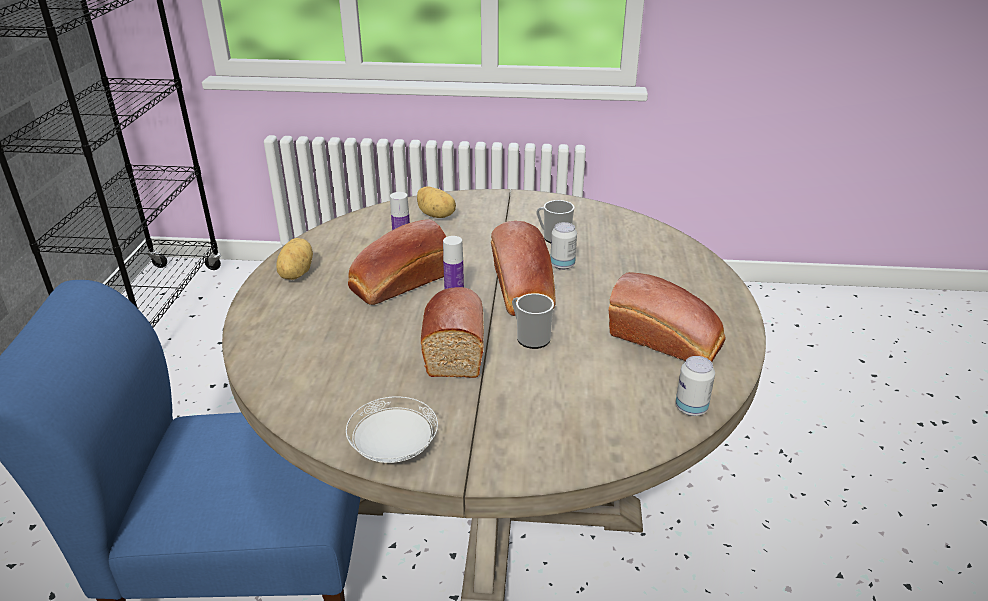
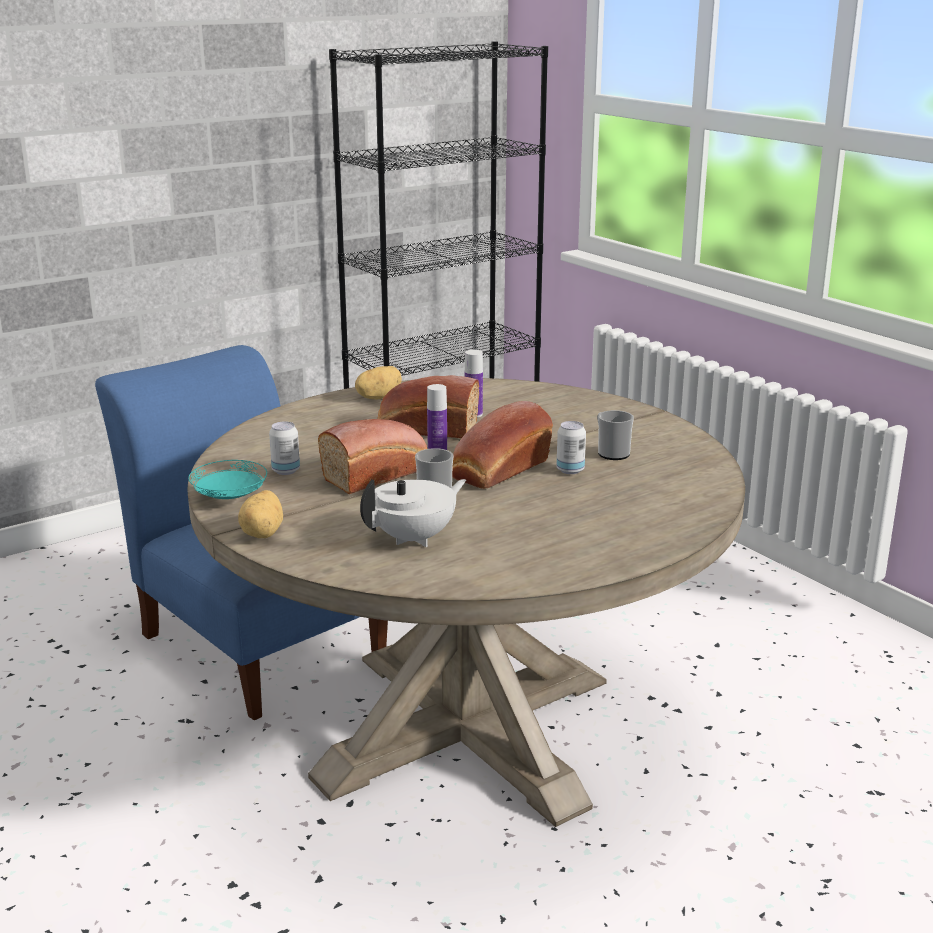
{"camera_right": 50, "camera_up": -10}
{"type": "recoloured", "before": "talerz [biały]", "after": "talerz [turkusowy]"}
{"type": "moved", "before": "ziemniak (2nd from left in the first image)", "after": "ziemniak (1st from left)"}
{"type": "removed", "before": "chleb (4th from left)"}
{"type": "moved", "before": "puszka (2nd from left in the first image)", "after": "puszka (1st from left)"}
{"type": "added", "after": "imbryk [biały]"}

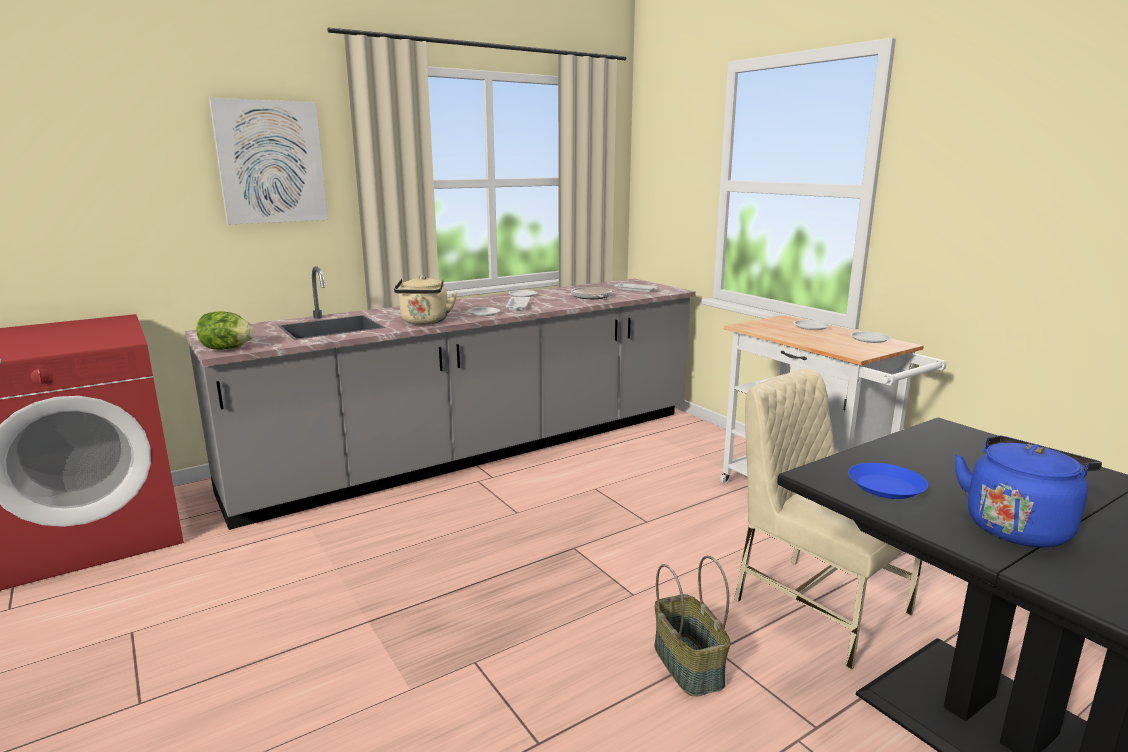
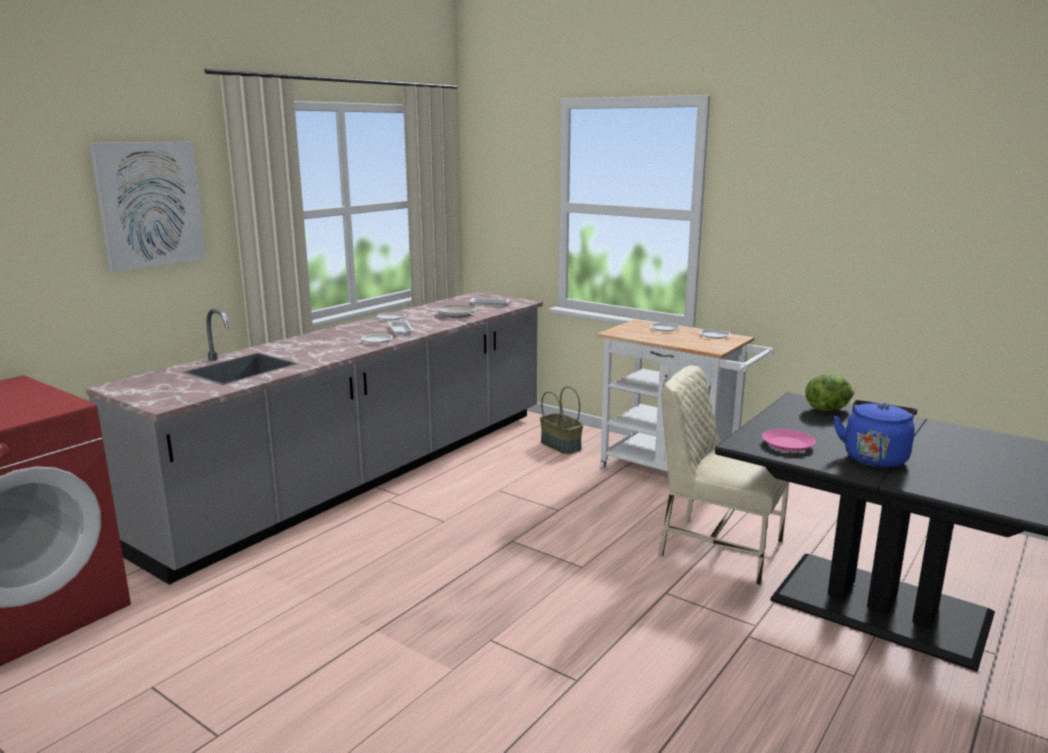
{"camera_right": -20, "camera_up": 0}
{"type": "moved", "before": "sałata"}
{"type": "removed", "before": "czajnik [beżowy]"}
{"type": "moved", "before": "koszyk"}
{"type": "recoloured", "before": "talerz [niebieski]", "after": "talerz [różowy]"}

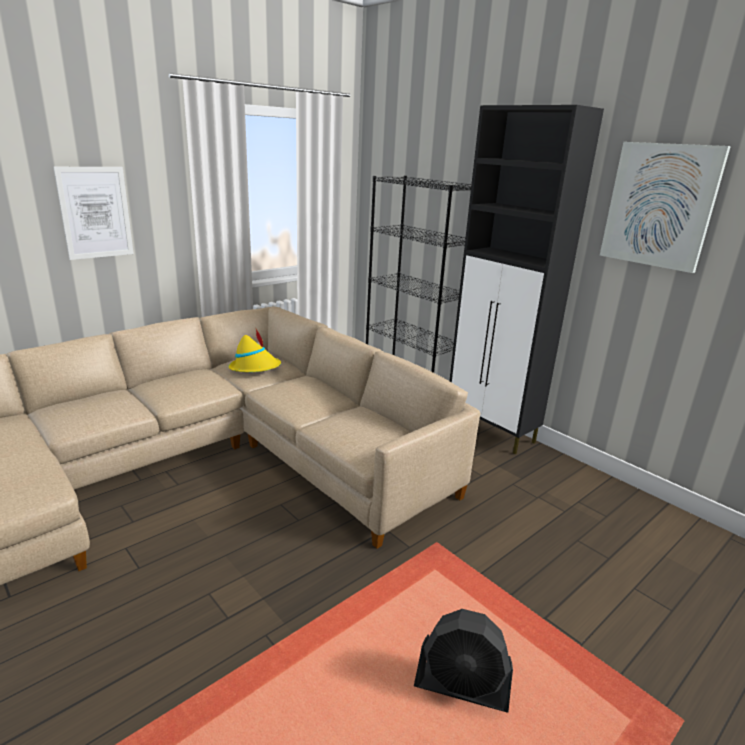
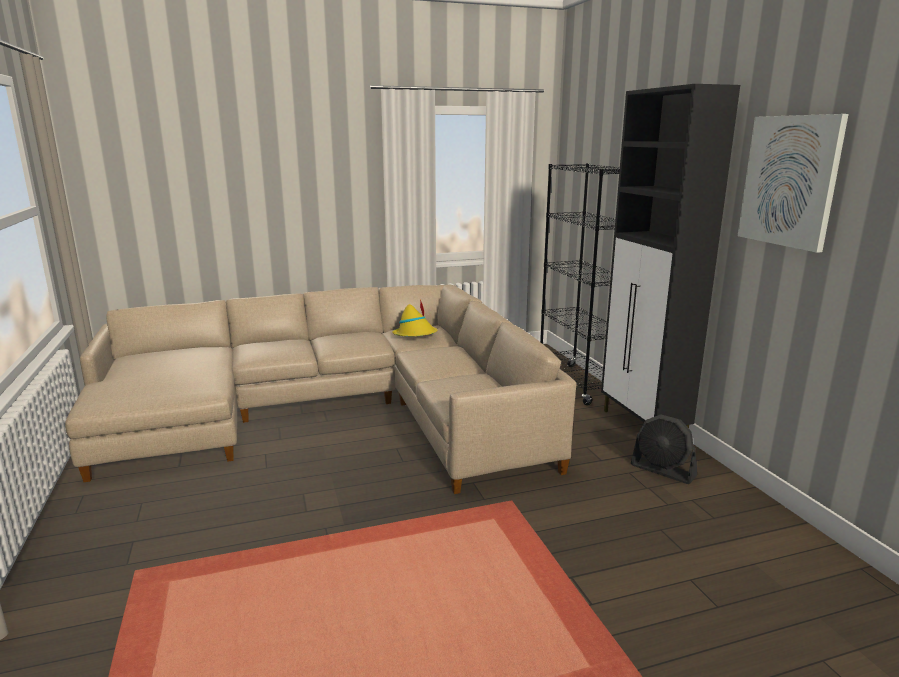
{"camera_right": 25, "camera_up": -5}
{"type": "removed", "before": "obraz (1st from left)"}
{"type": "moved", "before": "wentylator [czarny]"}

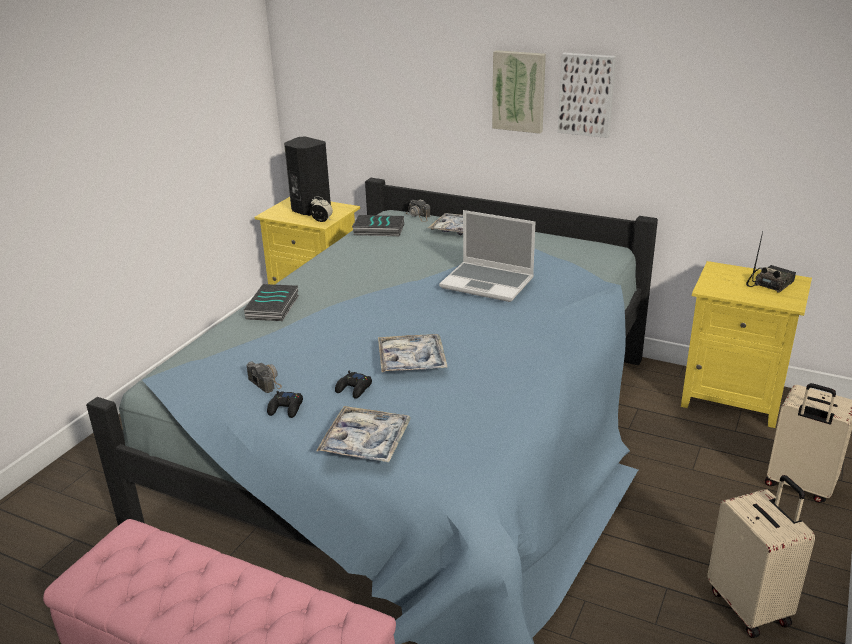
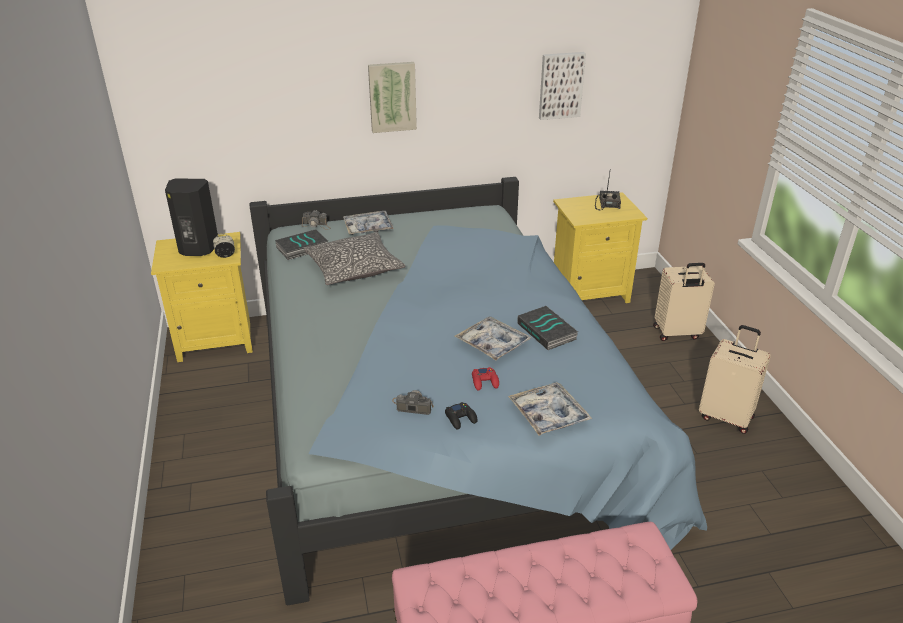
{"camera_right": -40, "camera_up": 5}
{"type": "moved", "before": "książka (1st from left in the first image)", "after": "książka (2nd from left)"}
{"type": "recoloured", "before": "pad do gier [czarny] (2nd from left)", "after": "pad do gier [czerwony]"}
{"type": "removed", "before": "laptop"}
{"type": "moved", "before": "obraz (2nd from left)"}
{"type": "added", "after": "poduszka"}

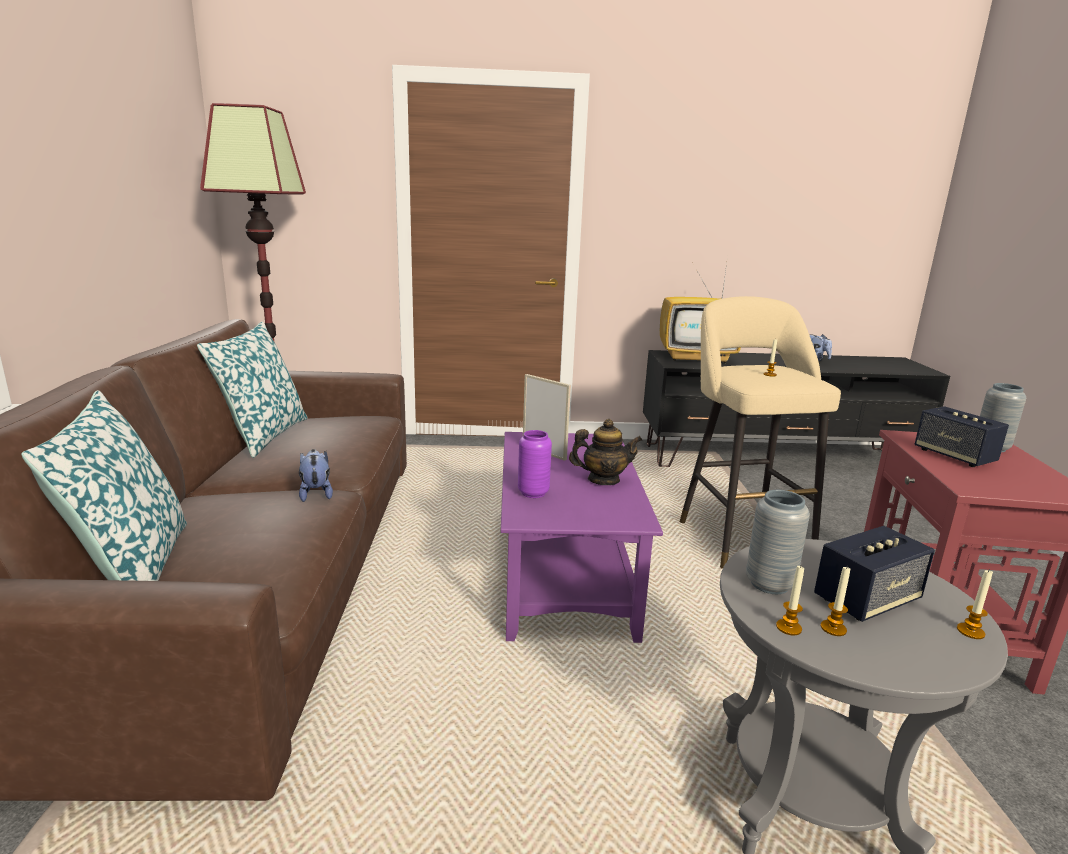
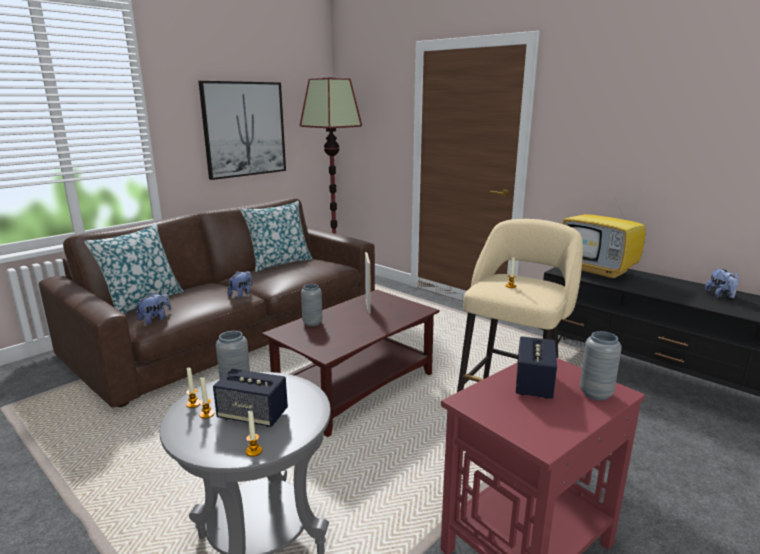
{"camera_right": 45, "camera_up": 0}
{"type": "recoloured", "before": "ława [fioletowy]", "after": "ława [brązowy]"}
{"type": "recoloured", "before": "wazon [fioletowy]", "after": "wazon [szary] (2nd from left)"}
{"type": "removed", "before": "imbryk"}
{"type": "added", "after": "pluszak (1st from left)"}
{"type": "added", "after": "obraz"}

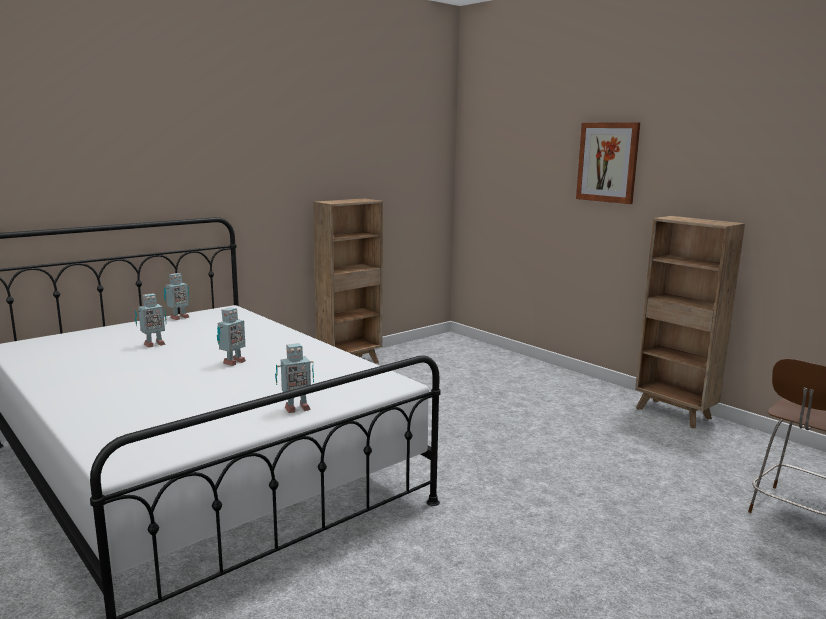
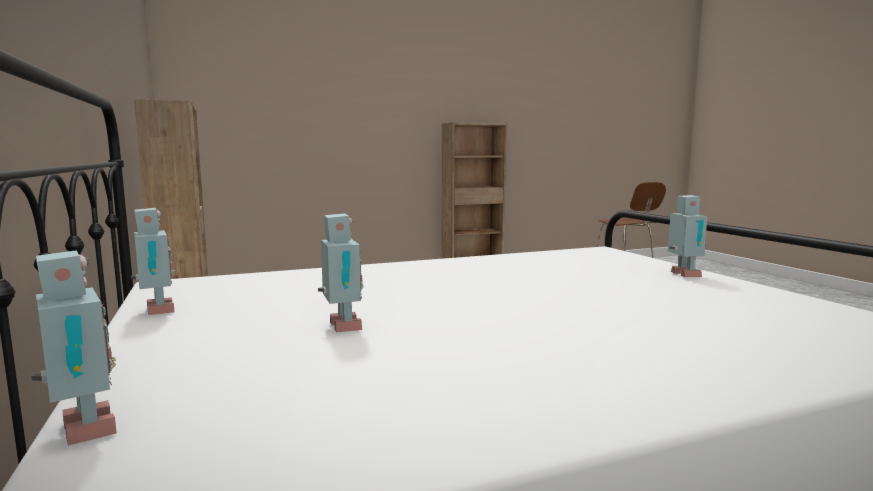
{"camera_right": -70, "camera_up": -5}
{"type": "moved", "before": "robot zabawkowy (3rd from left in the first image)", "after": "robot zabawkowy (1st from left)"}
{"type": "removed", "before": "obraz"}

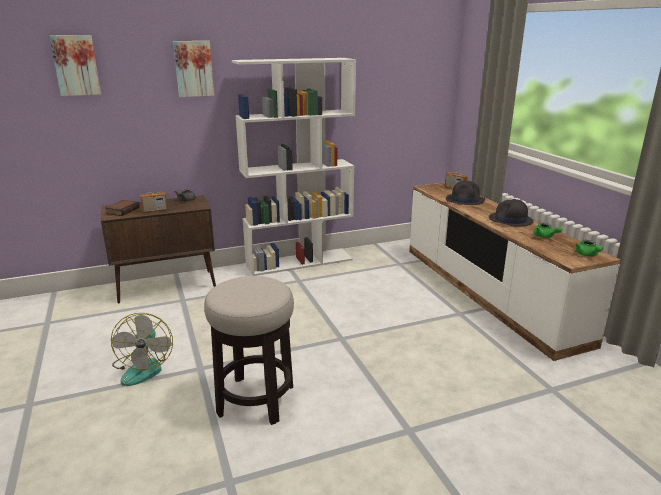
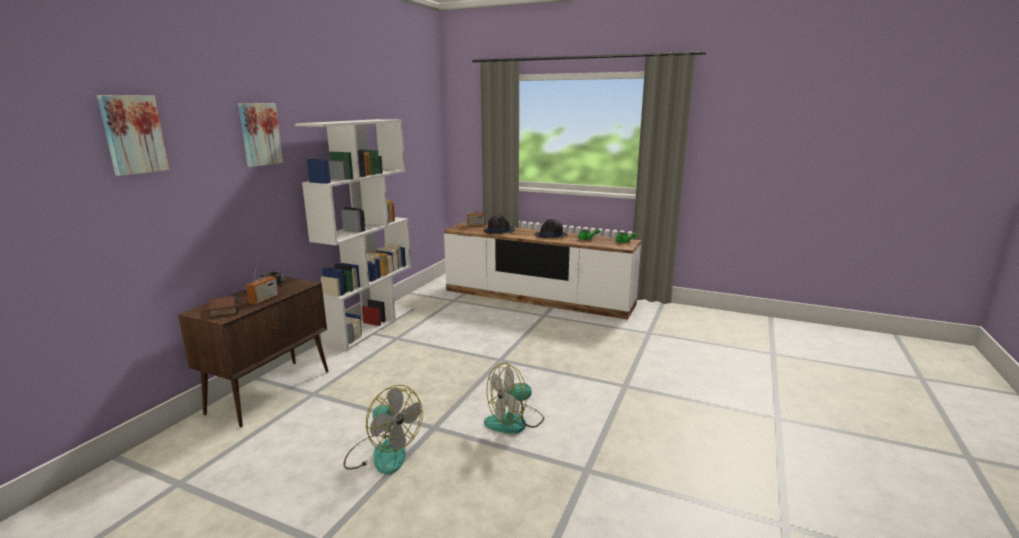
{"camera_right": -45, "camera_up": -5}
{"type": "replaced", "before": "stołek", "after": "wentylator (2nd from left)"}

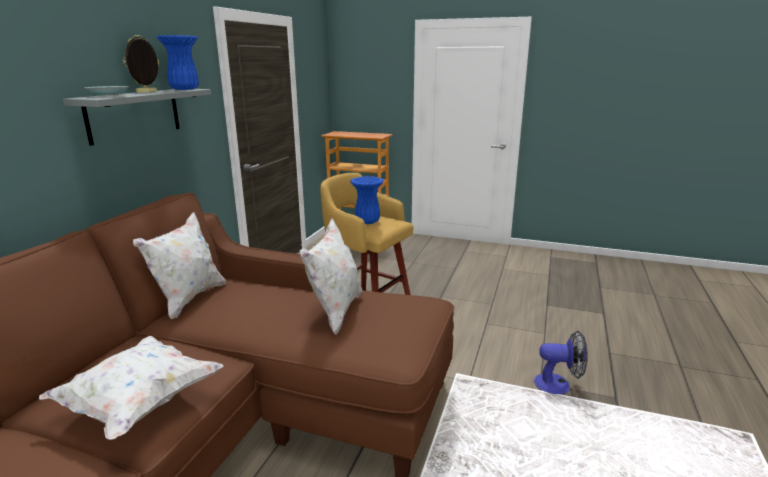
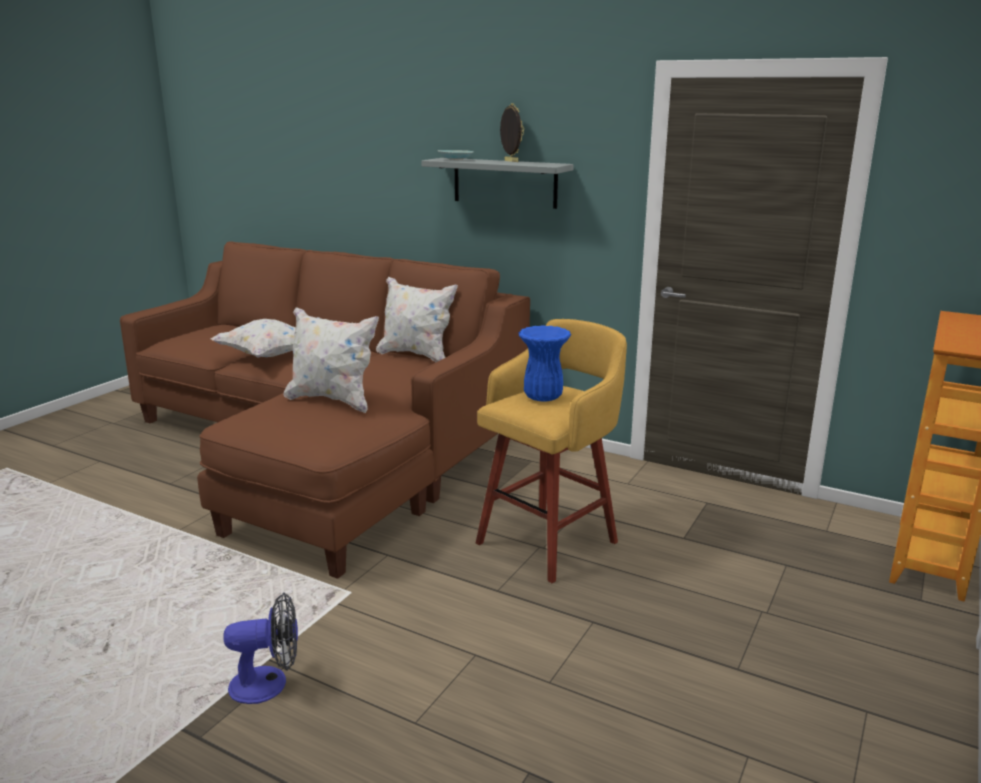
{"camera_right": 100, "camera_up": 0}
{"type": "removed", "before": "wazon [niebieski] (1st from left)"}
{"type": "turned", "before": "wentylator", "turn": -120}

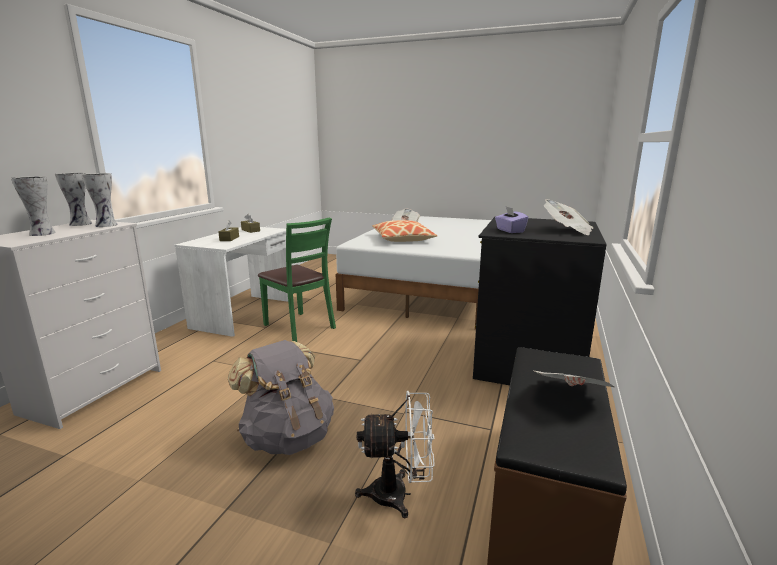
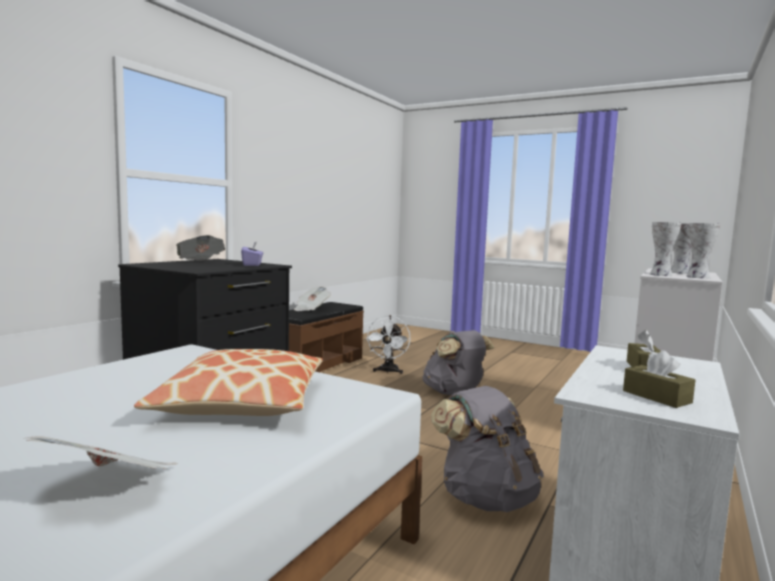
{"camera_right": -170, "camera_up": -10}
{"type": "replaced", "before": "krzesło [zielony]", "after": "plecak [szary] (2nd from left)"}
{"type": "turned", "before": "wentylator [biały]", "turn": -90}

